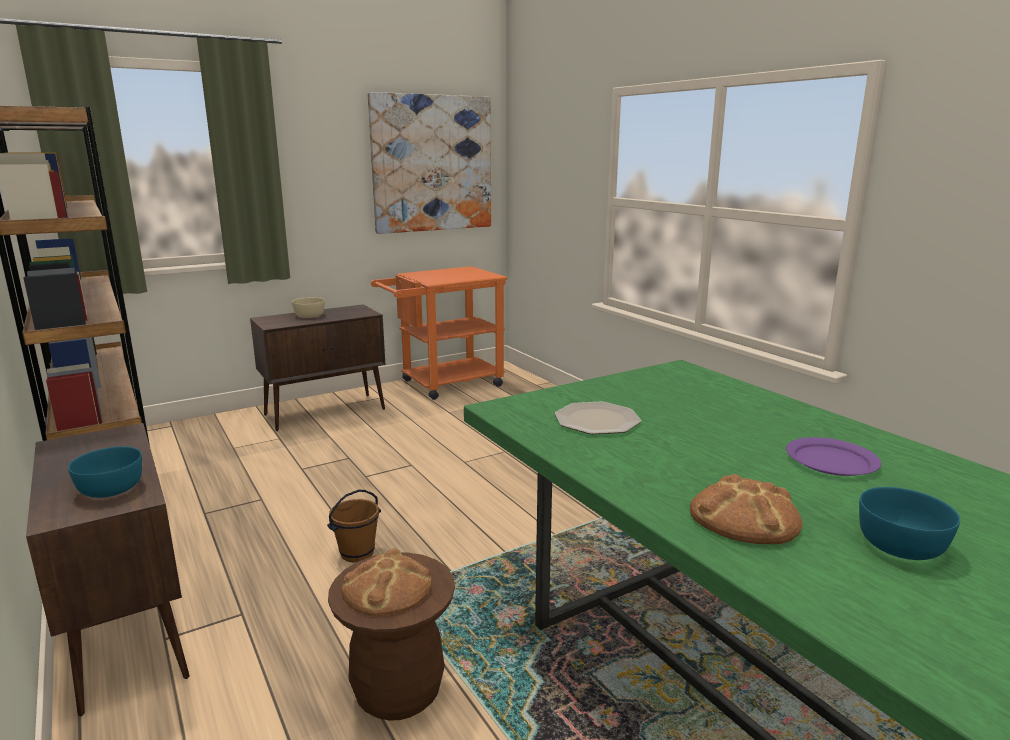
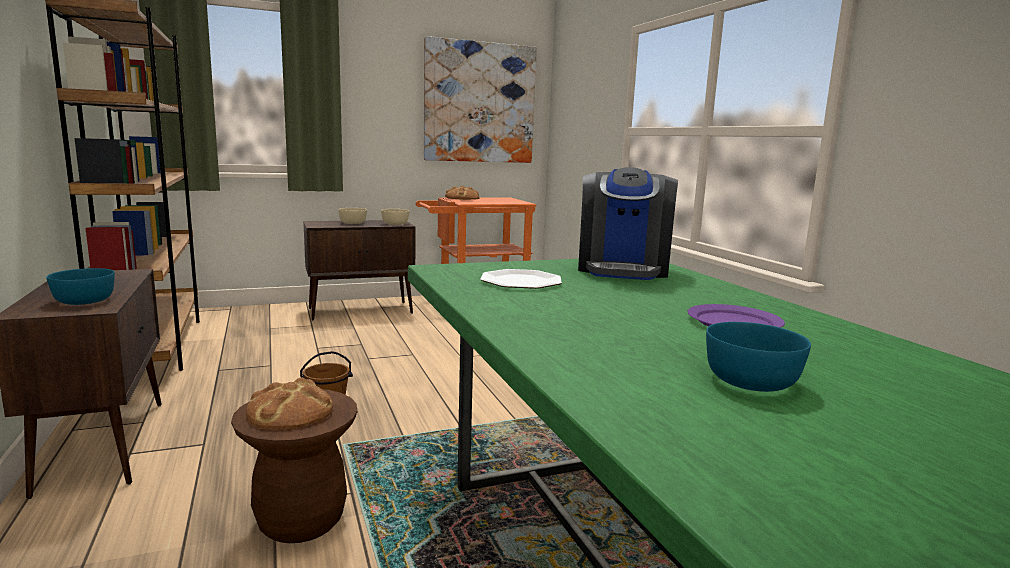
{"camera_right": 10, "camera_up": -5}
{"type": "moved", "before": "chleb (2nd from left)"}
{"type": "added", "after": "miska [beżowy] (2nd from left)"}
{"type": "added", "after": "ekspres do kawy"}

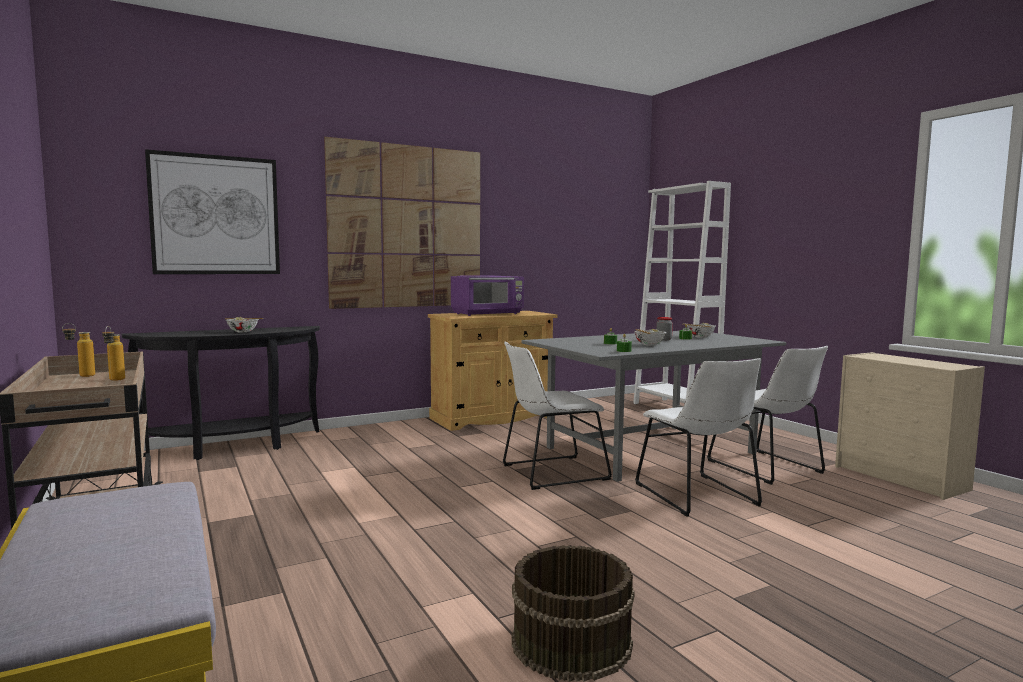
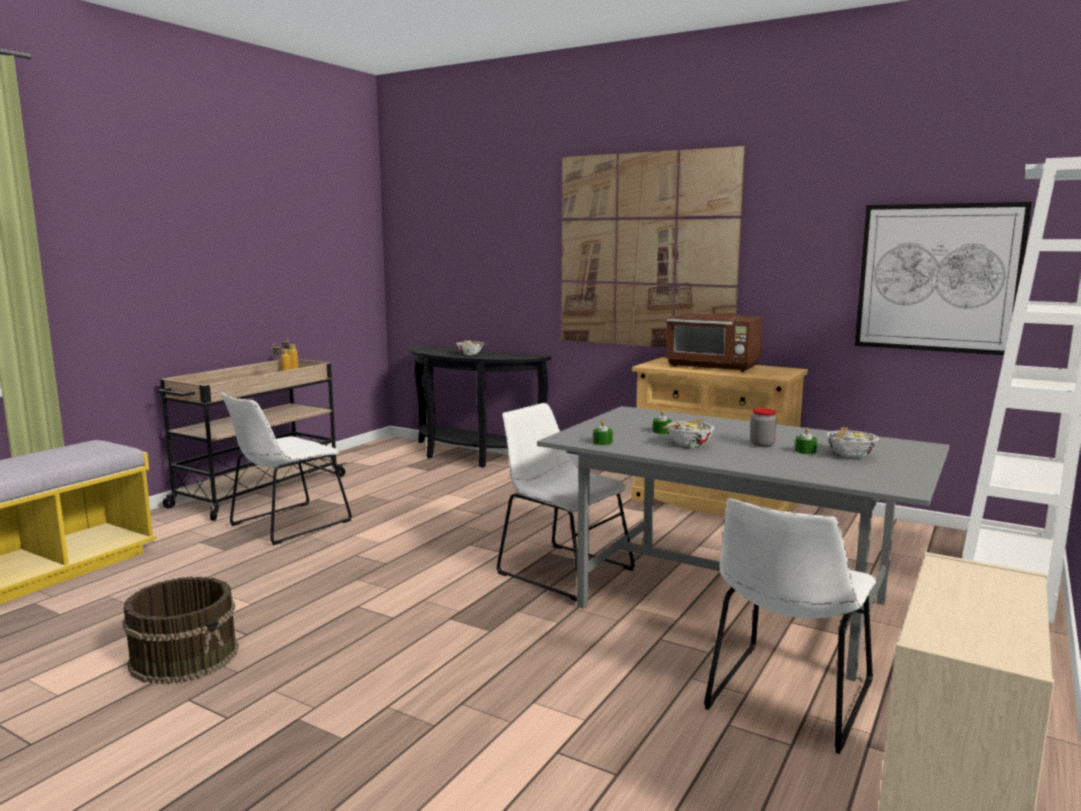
{"camera_right": 60, "camera_up": 5}
{"type": "moved", "before": "obraz (1st from left in the first image)", "after": "obraz (2nd from left)"}
{"type": "recoloured", "before": "mikrofalówka [fioletowy]", "after": "mikrofalówka [brązowy]"}
{"type": "moved", "before": "krzesło [biały] (2nd from left in the first image)", "after": "krzesło [biały] (1st from left)"}

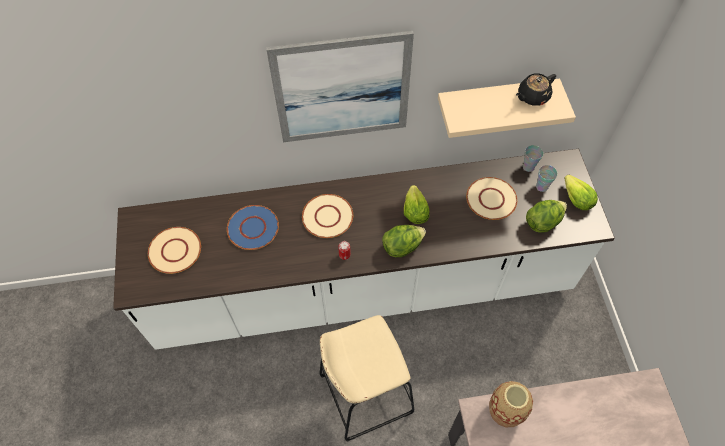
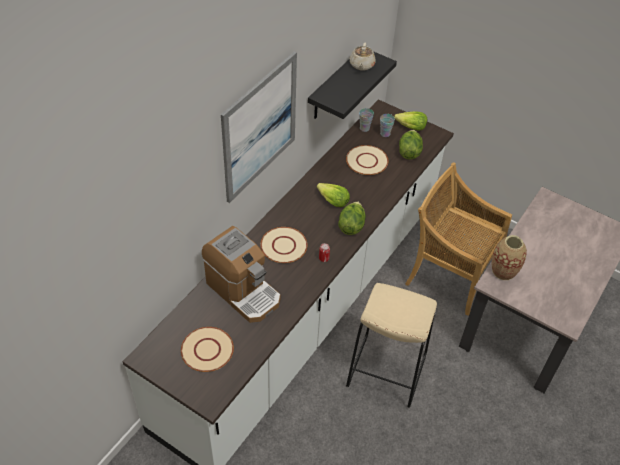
{"camera_right": -50, "camera_up": -10}
{"type": "replaced", "before": "talerz [niebieski]", "after": "ekspres do kawy"}
{"type": "recoloured", "before": "półka [beżowy]", "after": "półka [czarny]"}
{"type": "recoloured", "before": "imbryk [czarny]", "after": "imbryk [beżowy]"}
{"type": "added", "after": "krzesło [beżowy]"}

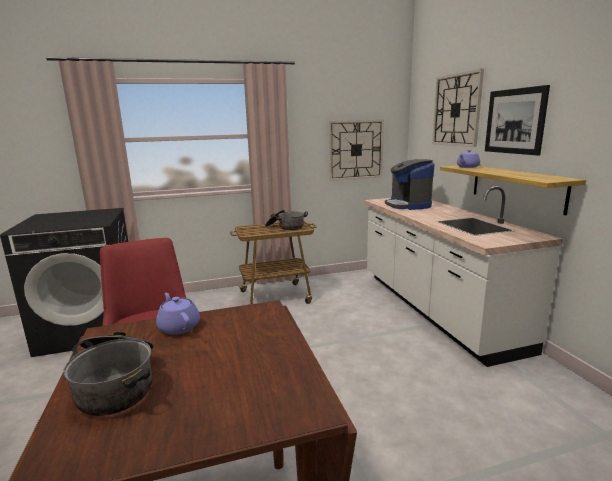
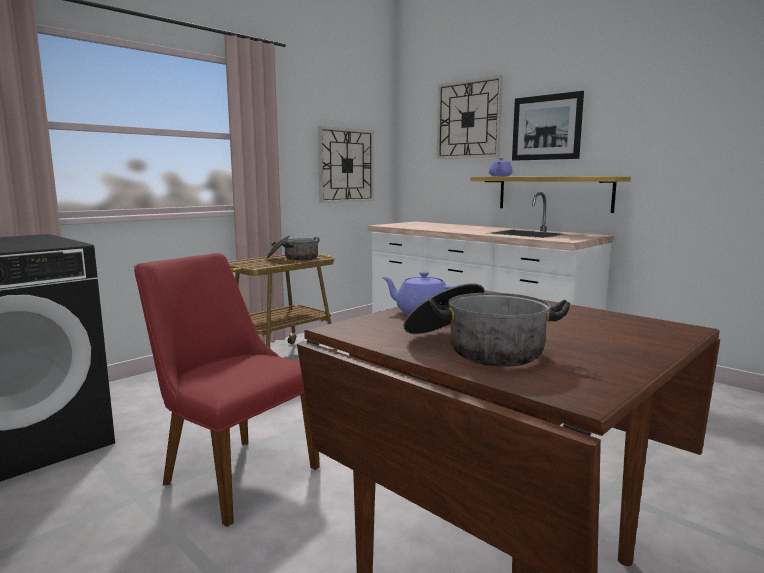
{"camera_right": -30, "camera_up": -5}
{"type": "removed", "before": "ekspres do kawy"}

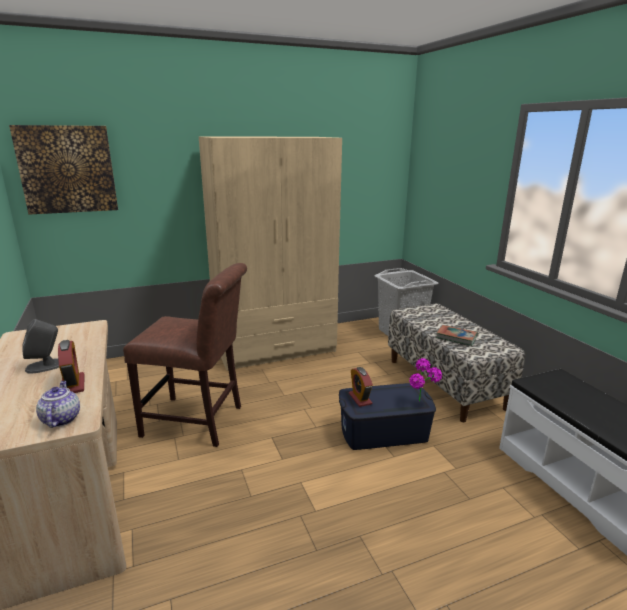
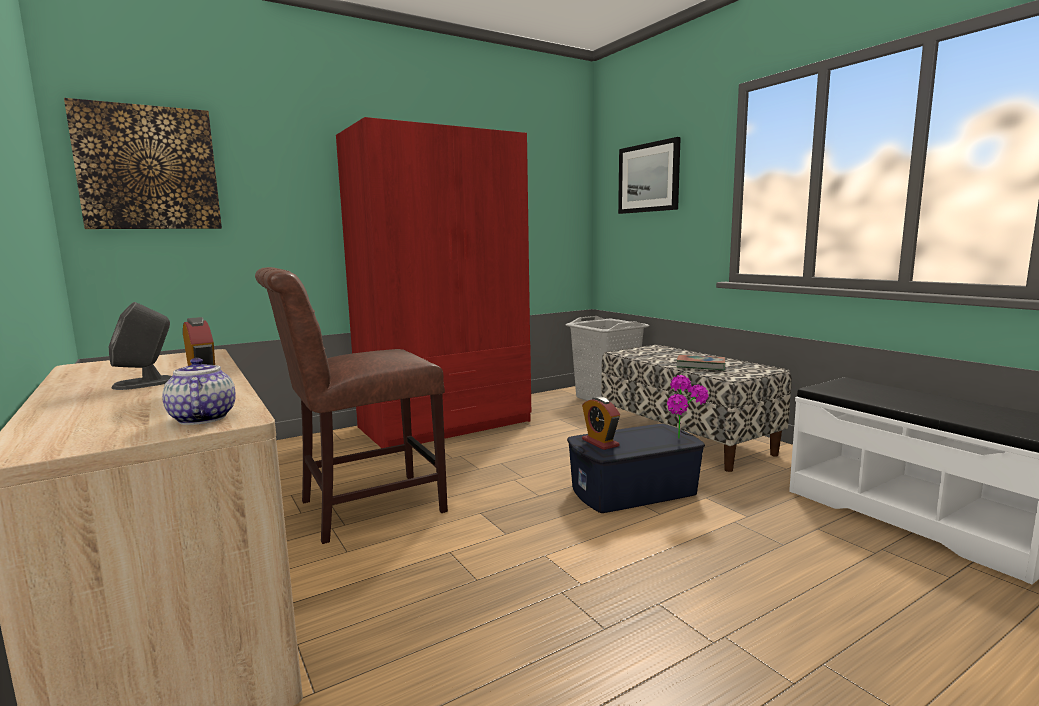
{"camera_right": -10, "camera_up": -10}
{"type": "turned", "before": "krzesło [brązowy]", "turn": 150}
{"type": "recoloured", "before": "szafa [beżowy]", "after": "szafa [czerwony]"}
{"type": "added", "after": "obraz (2nd from left)"}

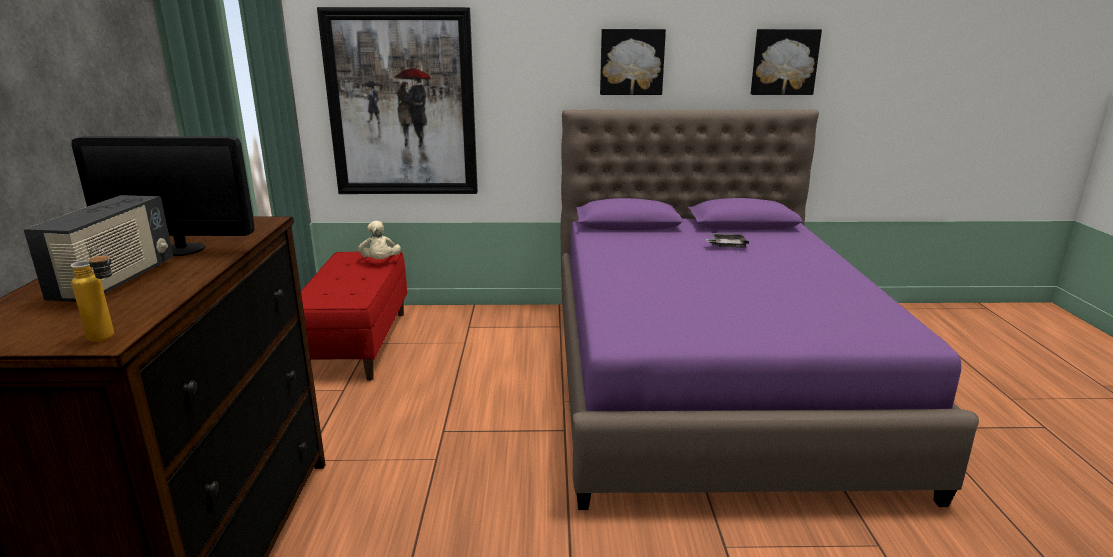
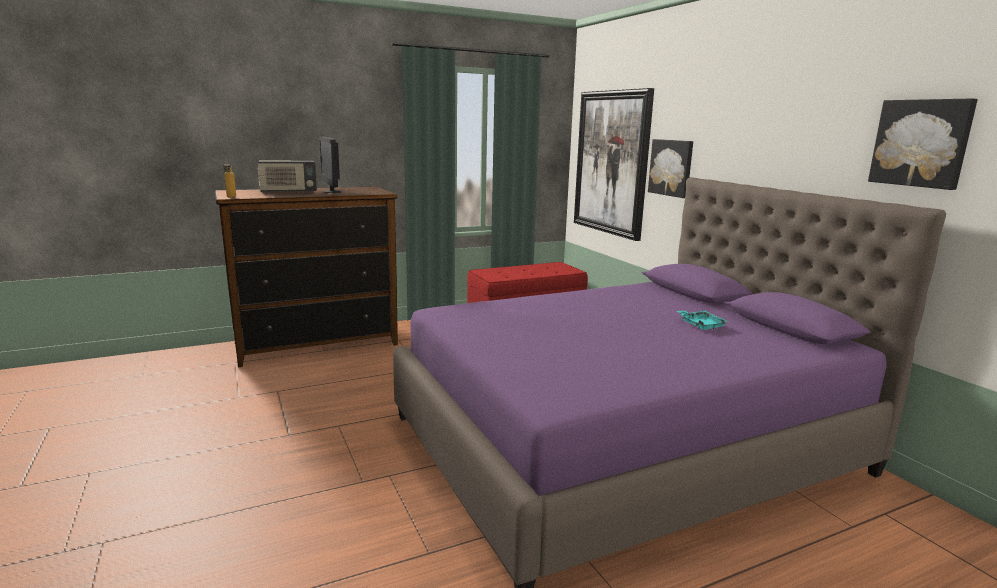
{"camera_right": 65, "camera_up": -5}
{"type": "removed", "before": "pluszak [beżowy]"}
{"type": "moved", "before": "obraz (2nd from left)"}
{"type": "recoloured", "before": "taca [szary]", "after": "taca [turkusowy]"}

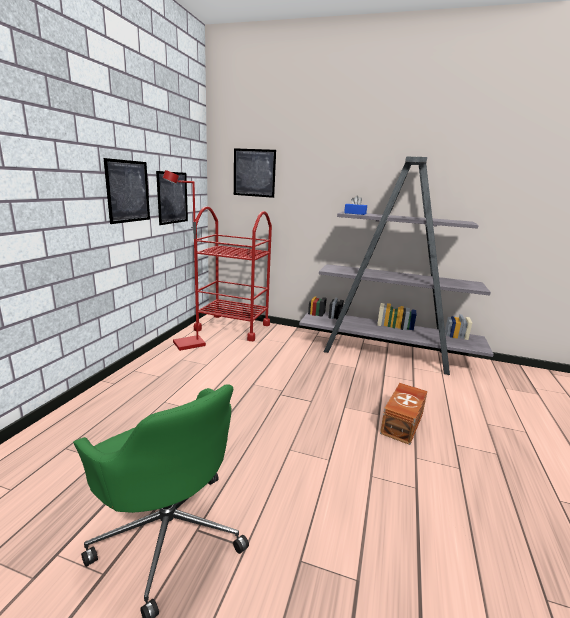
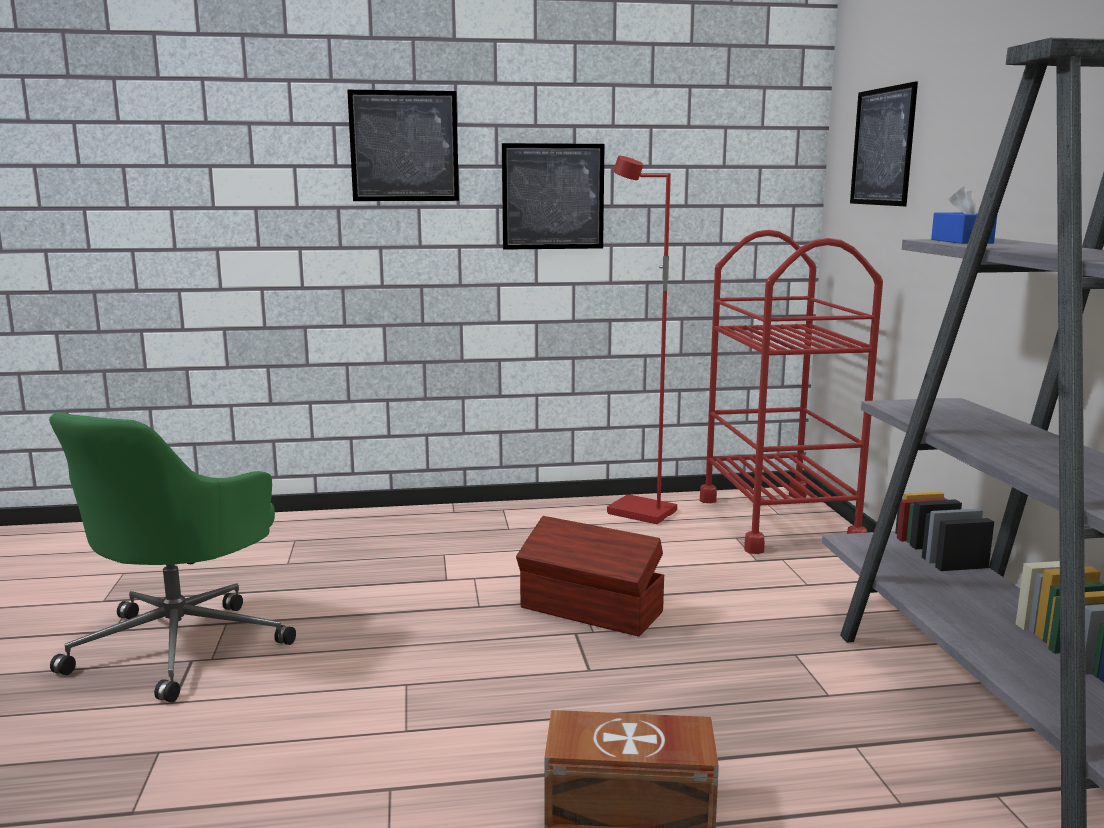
{"camera_right": 65, "camera_up": -5}
{"type": "moved", "before": "obraz (2nd from left in the first image)", "after": "obraz (1st from left)"}
{"type": "added", "after": "pojemnik do przechowywania [brązowy] (1st from left)"}

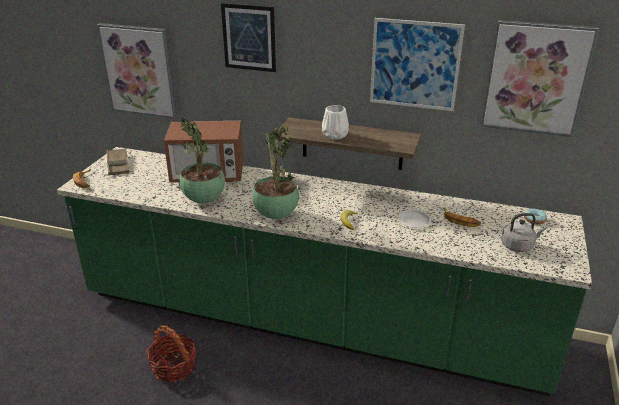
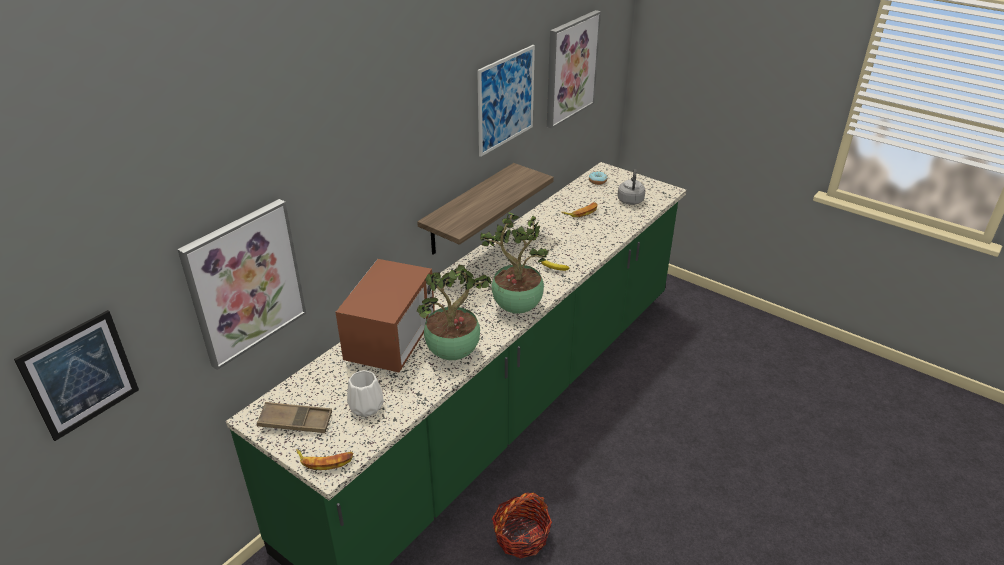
{"camera_right": -70, "camera_up": 5}
{"type": "moved", "before": "obraz (2nd from left in the first image)", "after": "obraz (1st from left)"}
{"type": "moved", "before": "wazon [biały]"}
{"type": "removed", "before": "talerz [biały]"}

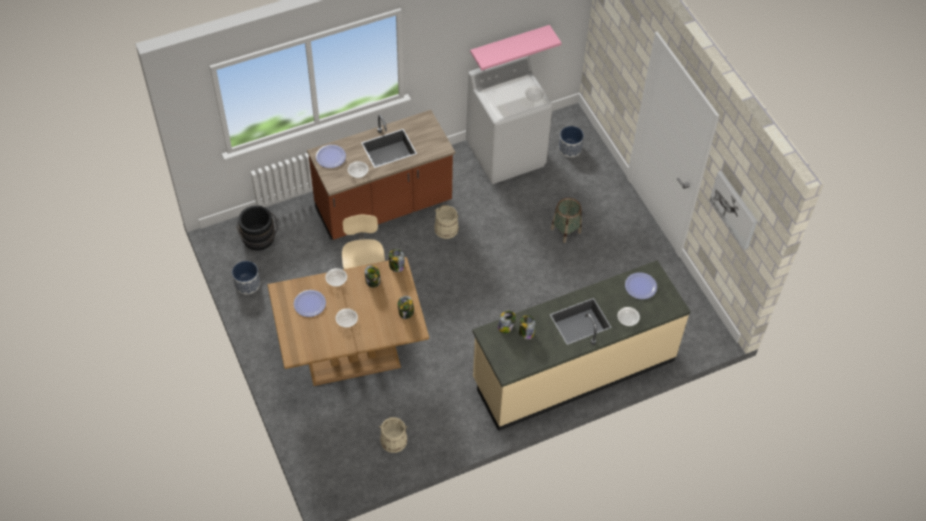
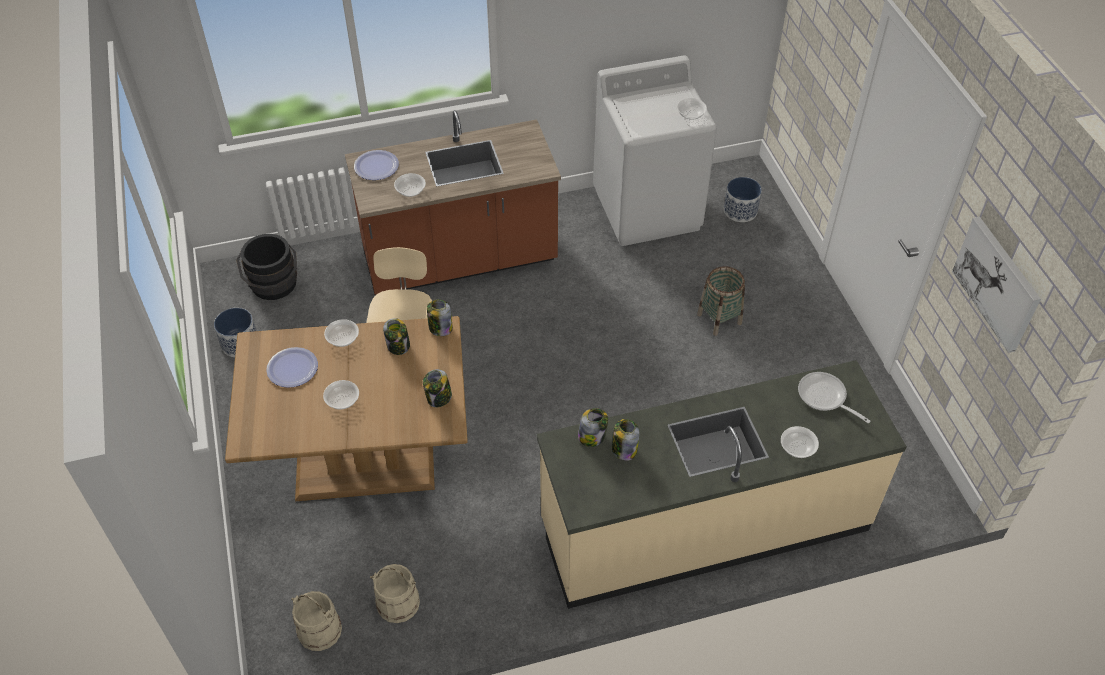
{"camera_right": 10, "camera_up": -5}
{"type": "moved", "before": "wiadro [beżowy] (2nd from left in the first image)", "after": "wiadro [beżowy] (1st from left)"}
{"type": "removed", "before": "półka [różowy]"}
{"type": "replaced", "before": "talerz (3rd from left)", "after": "patelnia"}

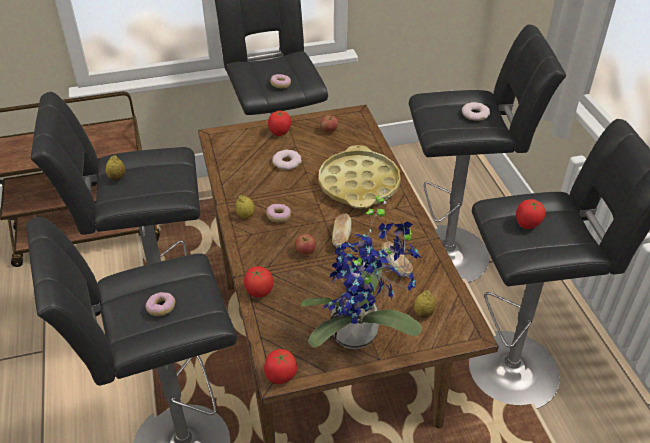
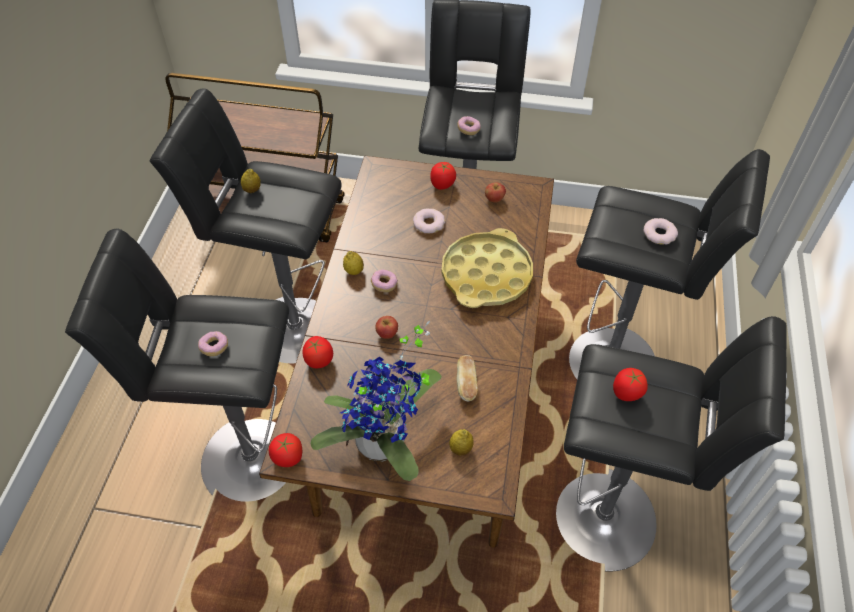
{"camera_right": 25, "camera_up": 10}
{"type": "removed", "before": "chleb (1st from left)"}

